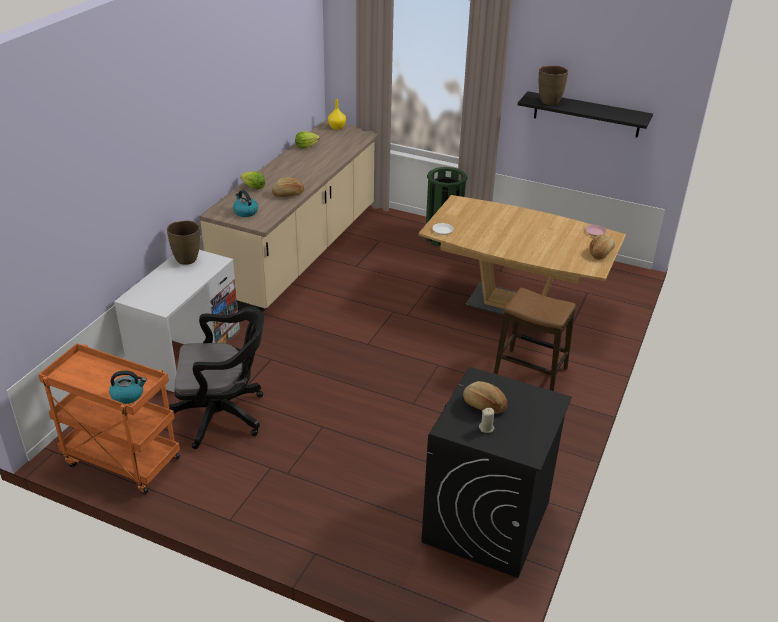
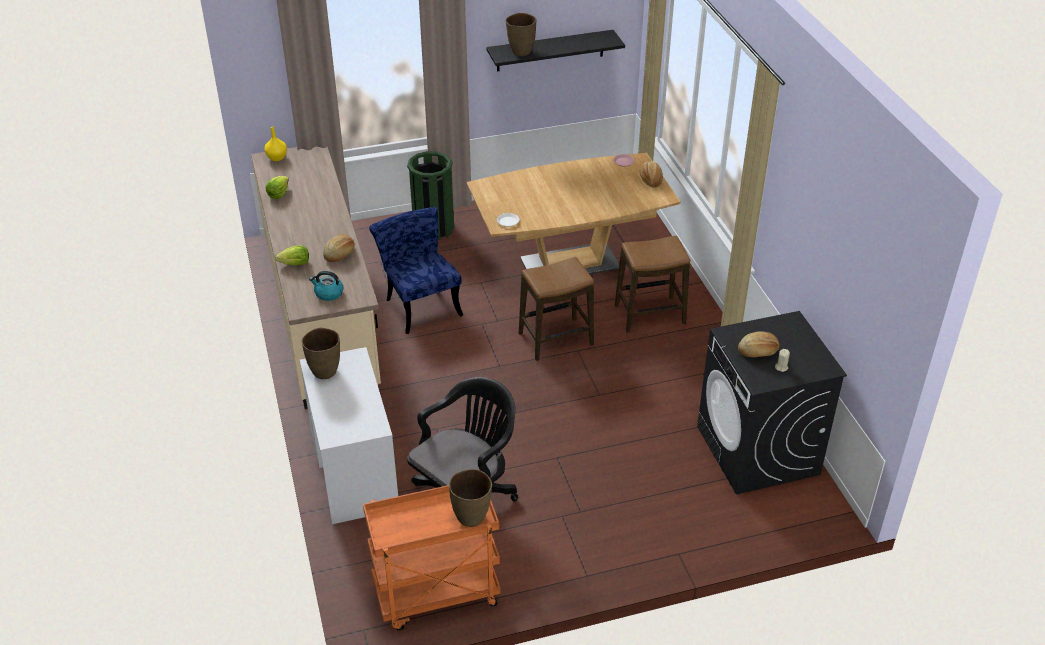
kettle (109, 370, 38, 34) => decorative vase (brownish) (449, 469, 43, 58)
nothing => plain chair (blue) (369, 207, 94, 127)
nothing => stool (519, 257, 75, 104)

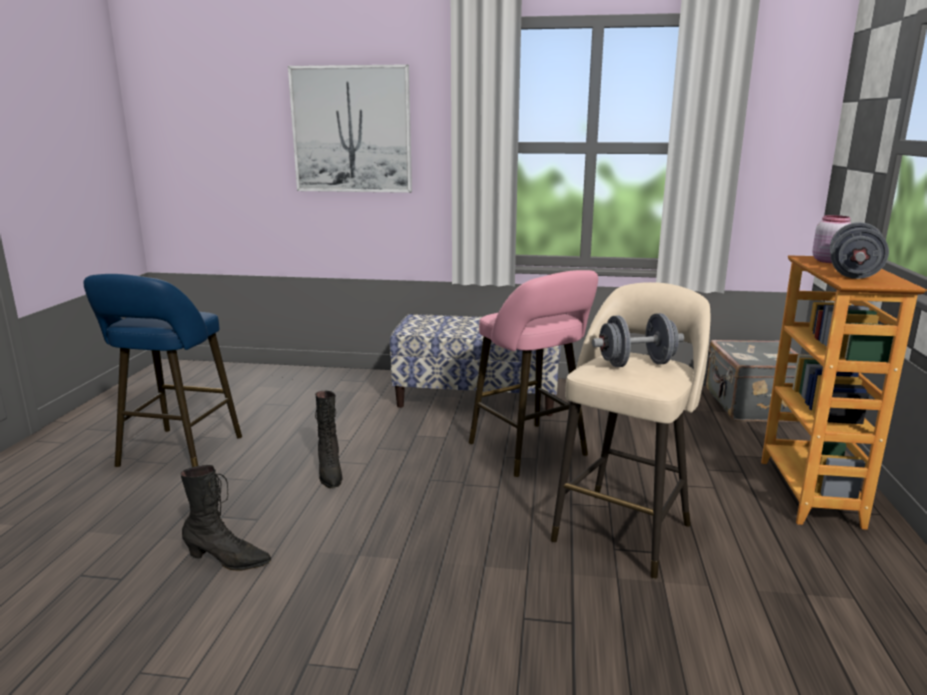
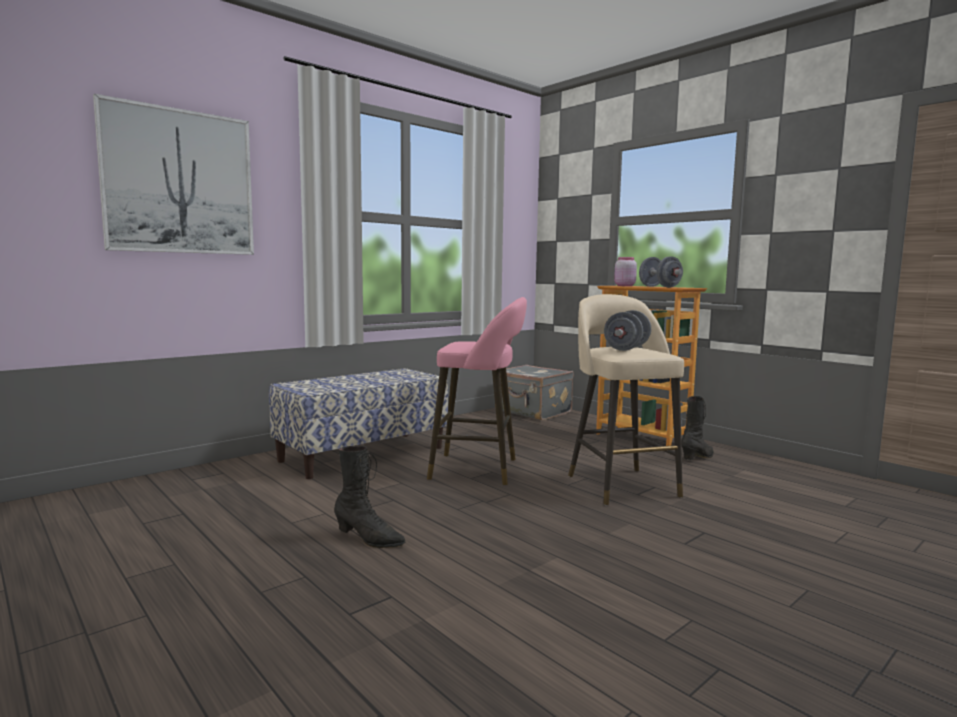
stool (blue) (83, 274, 159, 193) => nothing
tall boot (blackish) (180, 465, 91, 106) => tall boot (blackish) (681, 396, 33, 64), moved

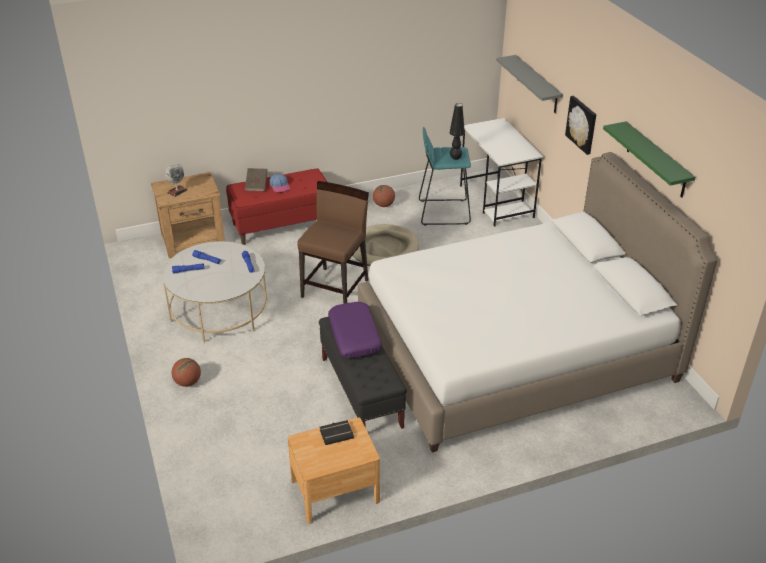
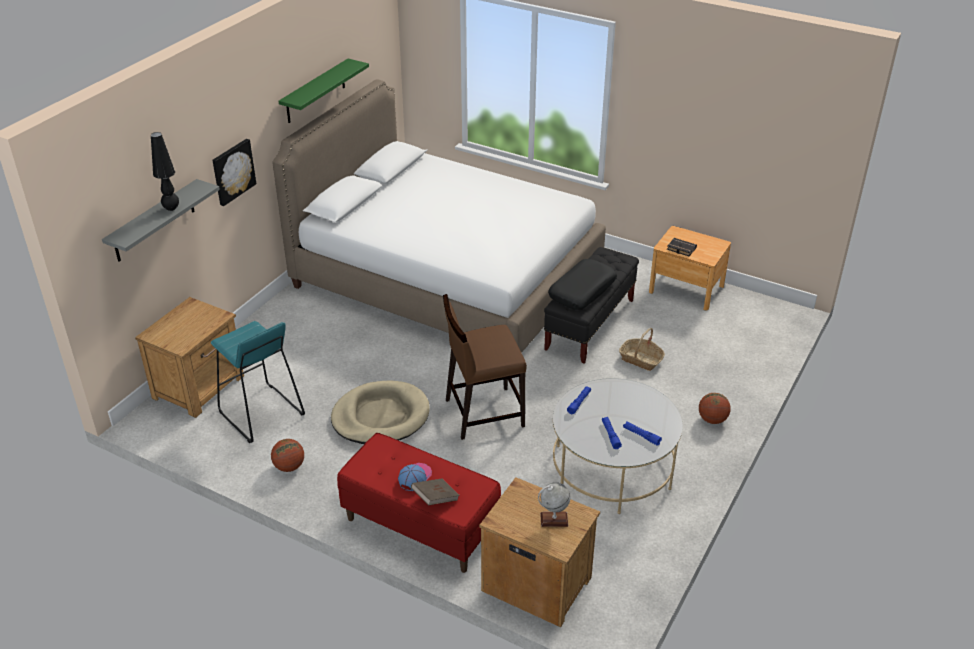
table lamp (blackish) (450, 103, 15, 57) => table lamp (blackish) (151, 132, 28, 79), moved
desk (white) (460, 118, 84, 109) => night table (brownish) (135, 297, 109, 121)
cushion (purplish) (328, 302, 54, 56) => cushion (blackish) (548, 259, 69, 51)
nothing => basket (619, 328, 46, 43)

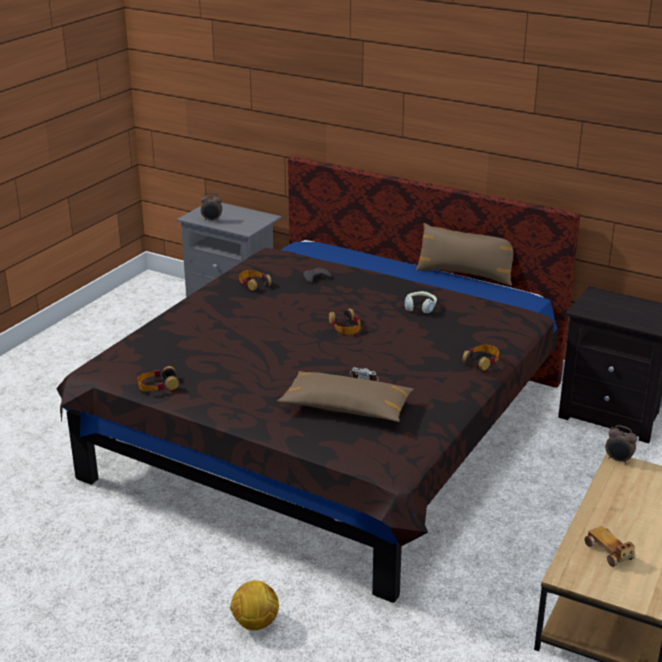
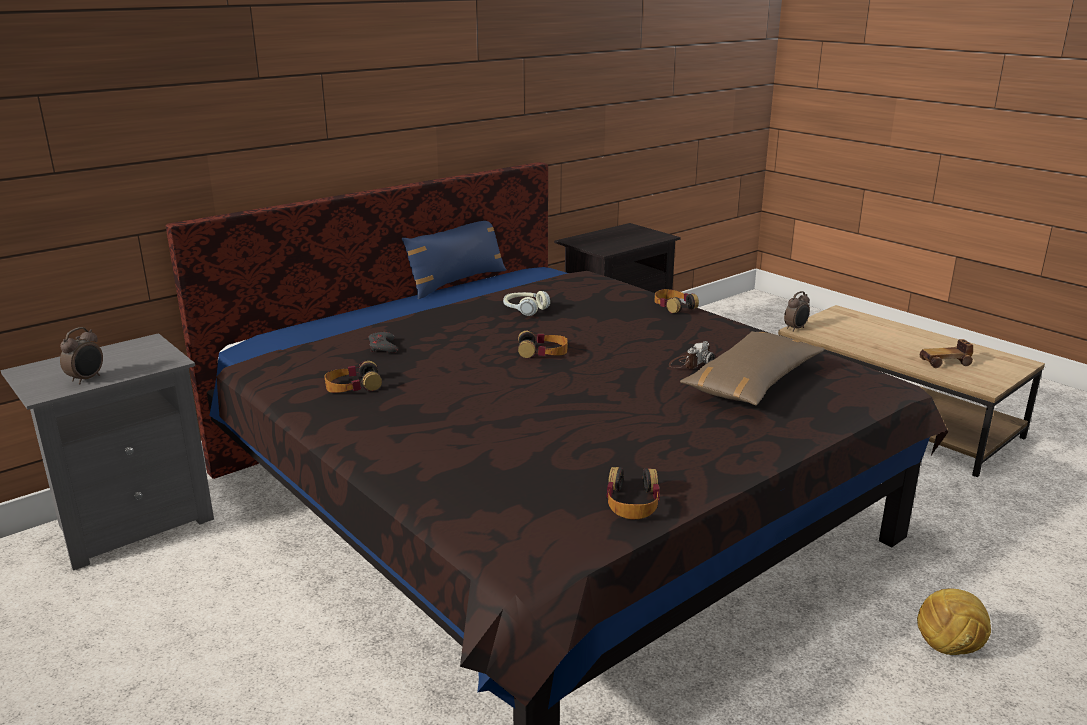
cushion (brownish) (416, 223, 98, 63) => cushion (blue) (402, 221, 105, 78)

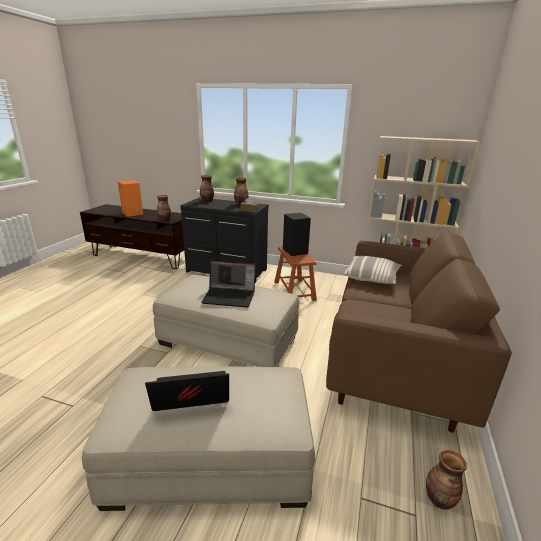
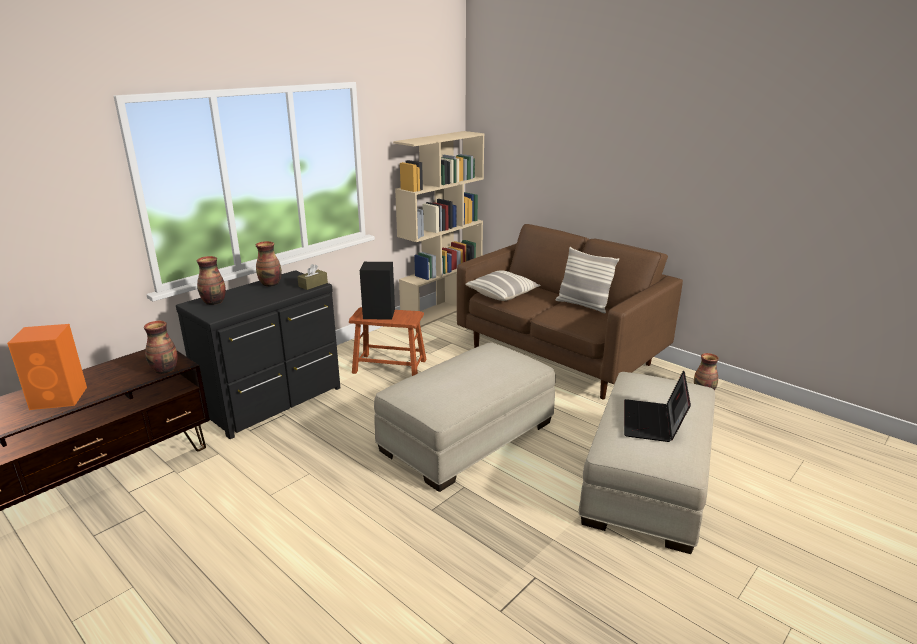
laptop (201, 260, 55, 48) => nothing
nothing => cushion (556, 247, 63, 66)

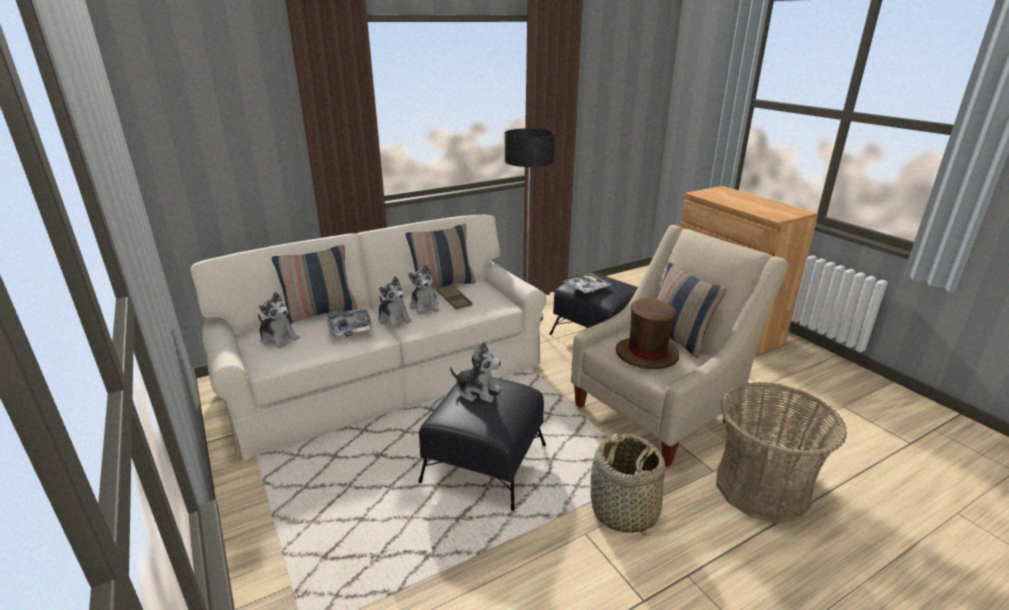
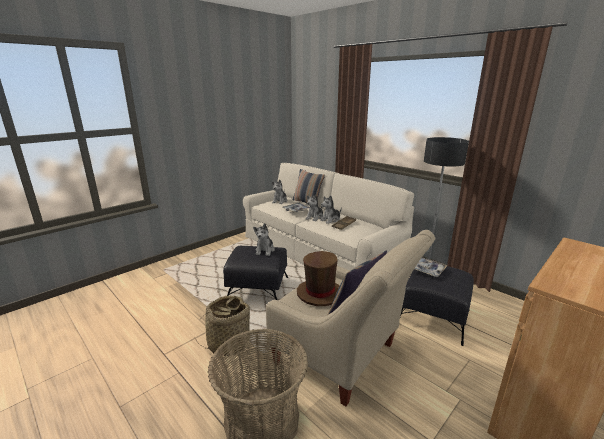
cushion (406, 223, 70, 66) => nothing

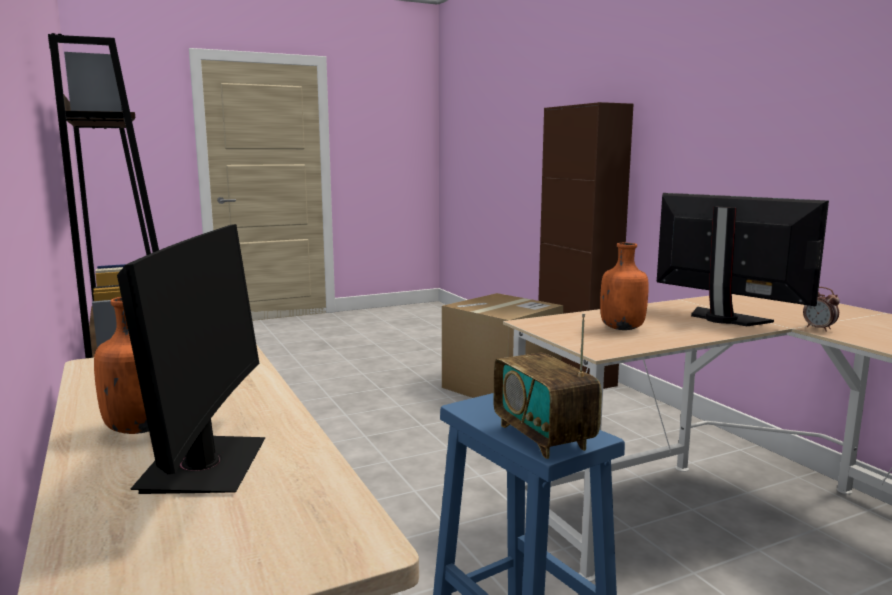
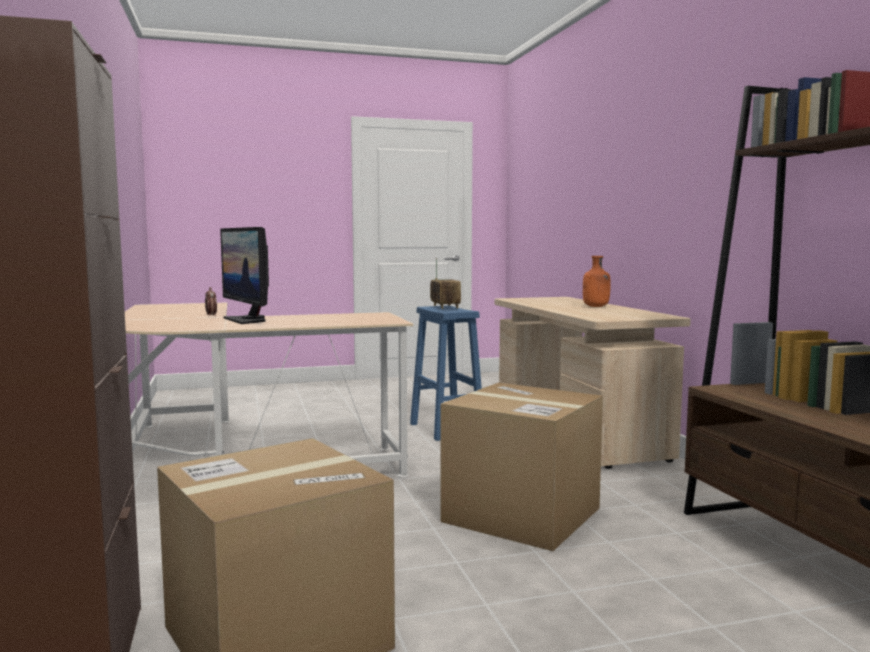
computer display (117, 224, 149, 270) => nothing
bottle (orangey) (600, 243, 49, 87) => nothing
nothing => carton (440, 383, 163, 168)

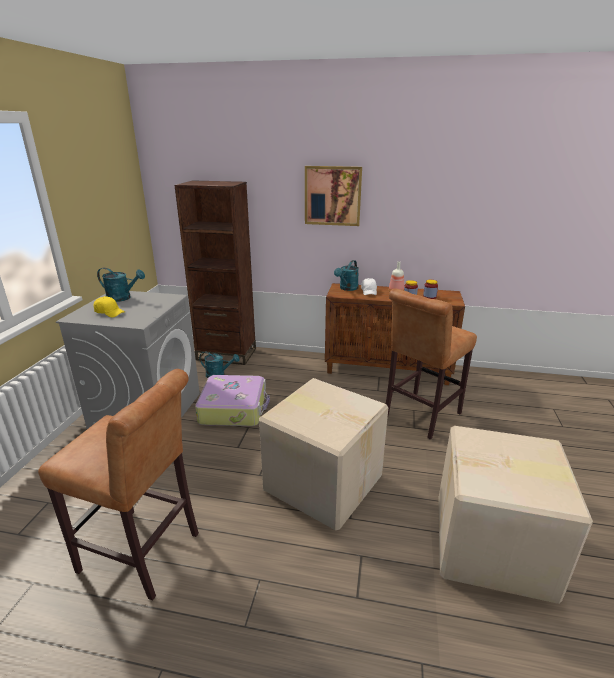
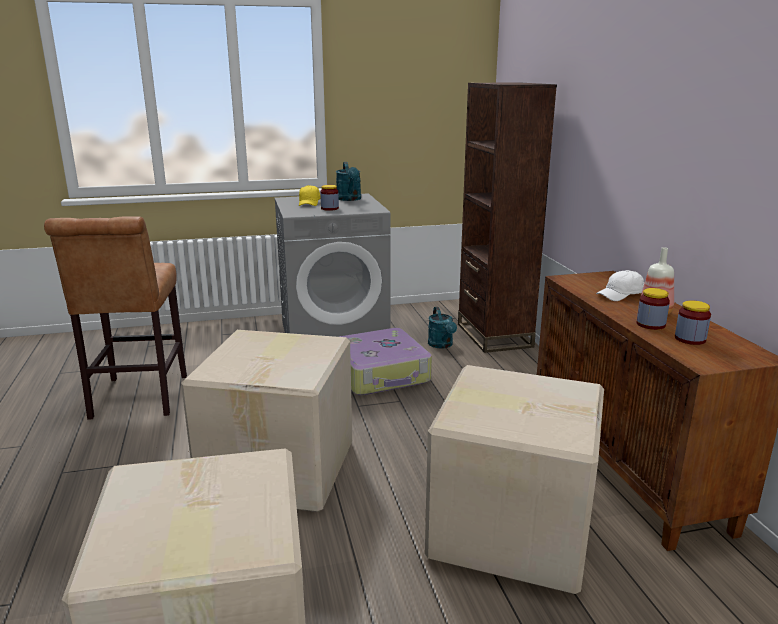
wall art (305, 166, 57, 60) => nothing
sprinkling can (blue-green) (334, 260, 25, 31) => nothing
stool (brownish) (386, 288, 91, 152) => carton (425, 365, 179, 229)
nothing => jar (320, 185, 19, 26)

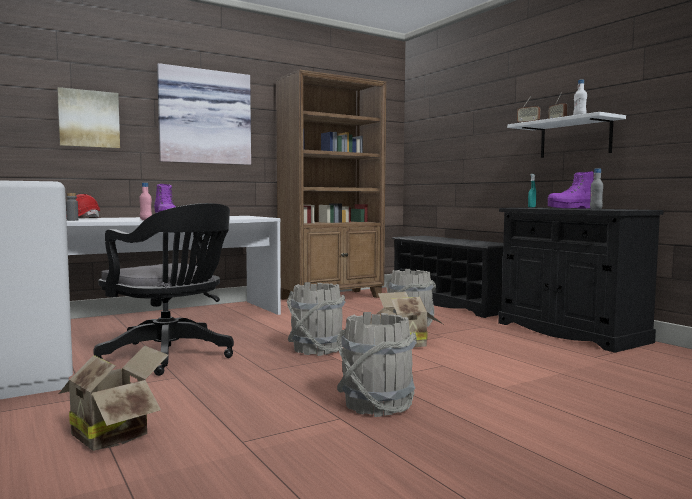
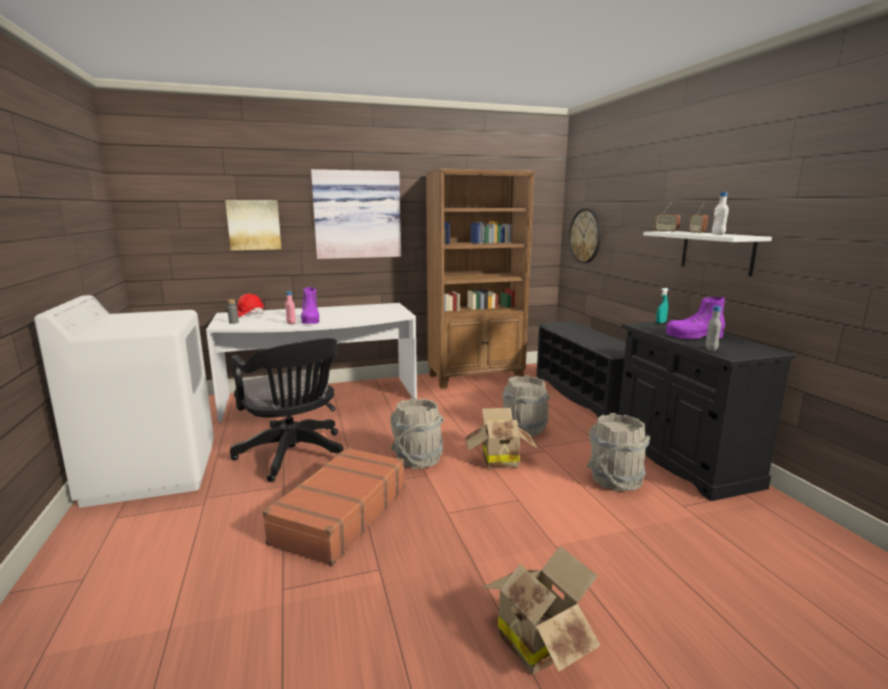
water bucket (grey) (337, 312, 80, 105) => water bucket (grey) (587, 413, 63, 79), moved
carton (59, 345, 109, 106) => carton (481, 546, 120, 128), moved
nothing => wall clock (569, 209, 32, 54)
nothing => piece of luggage (brownish) (263, 447, 142, 119)

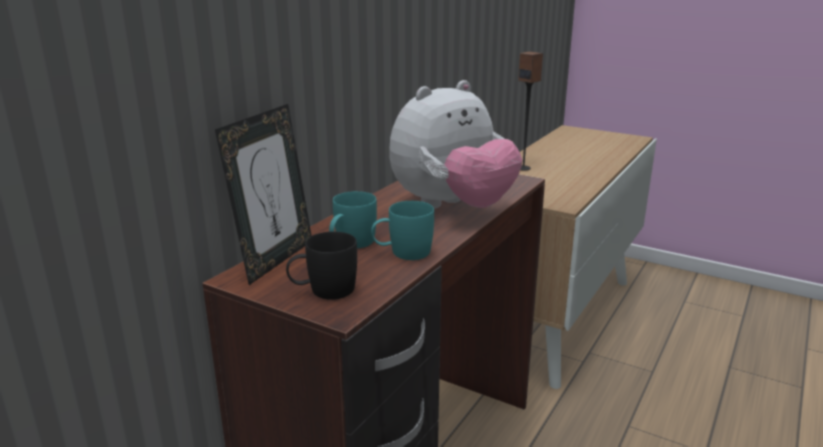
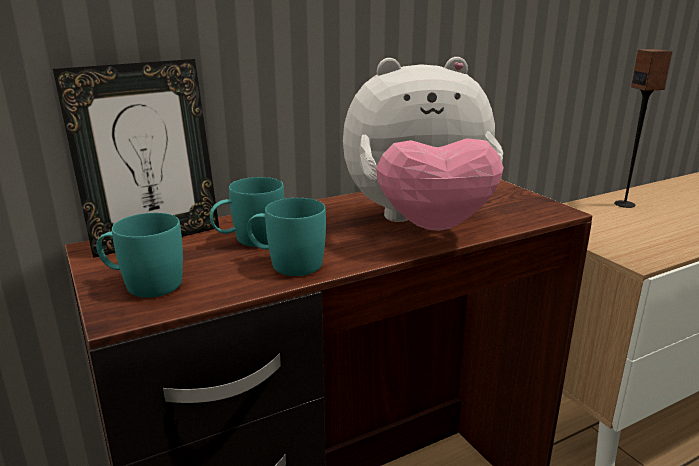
mug (blackish) (286, 232, 71, 68) => mug (blue-green) (96, 213, 87, 85)

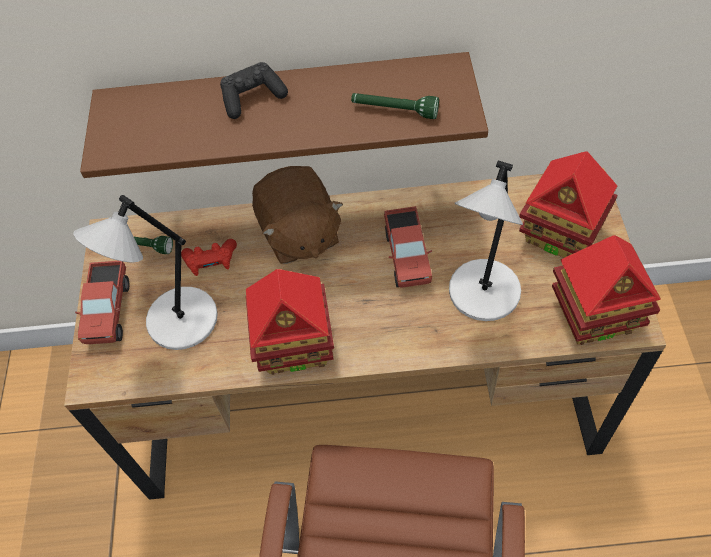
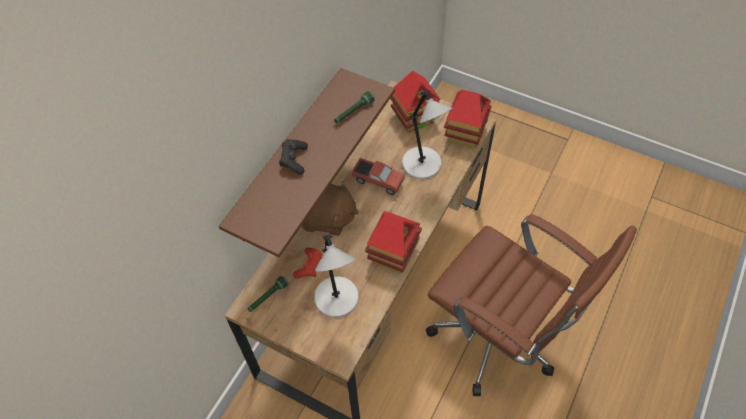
toy lorry (75, 261, 54, 83) => nothing

